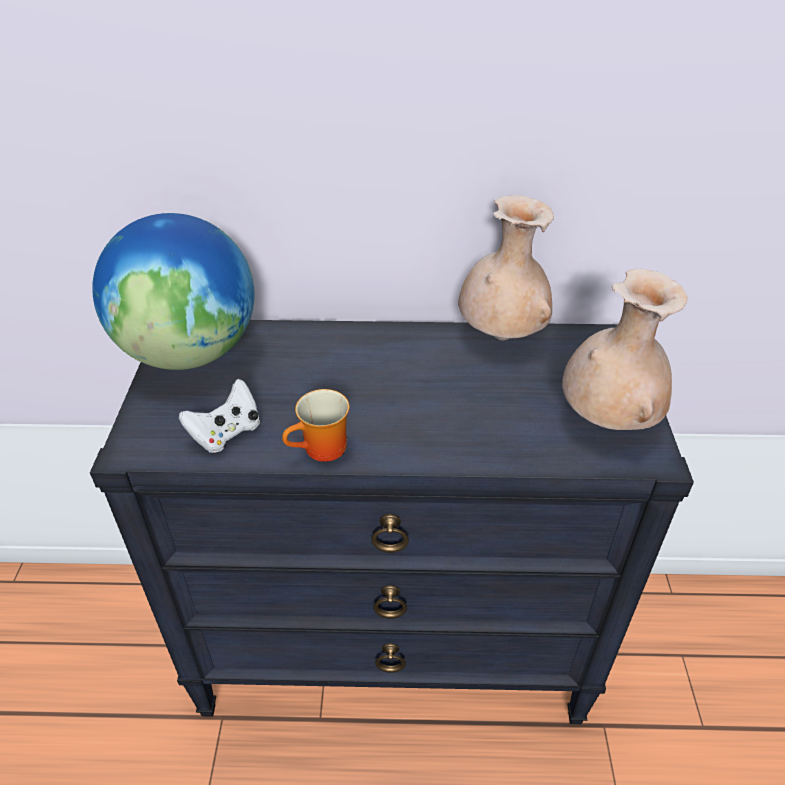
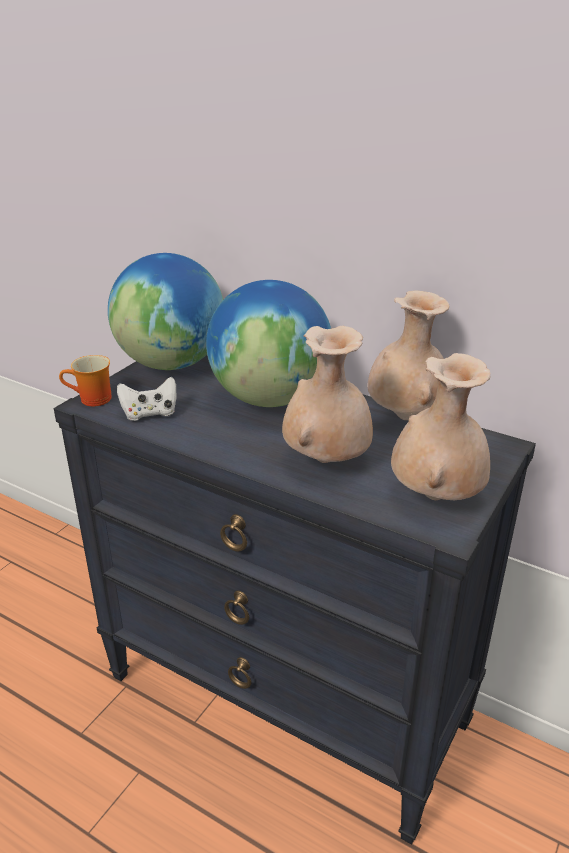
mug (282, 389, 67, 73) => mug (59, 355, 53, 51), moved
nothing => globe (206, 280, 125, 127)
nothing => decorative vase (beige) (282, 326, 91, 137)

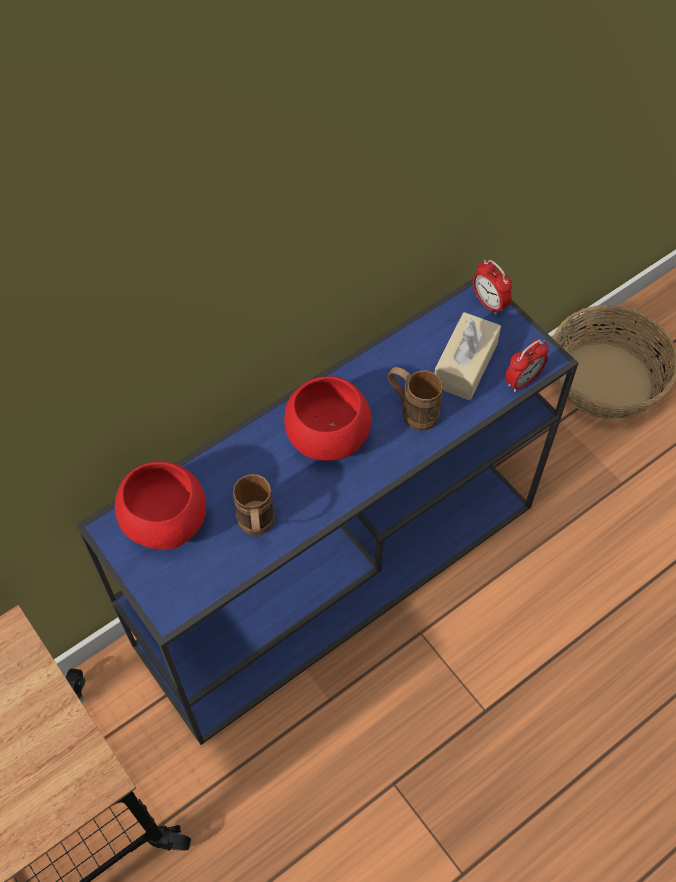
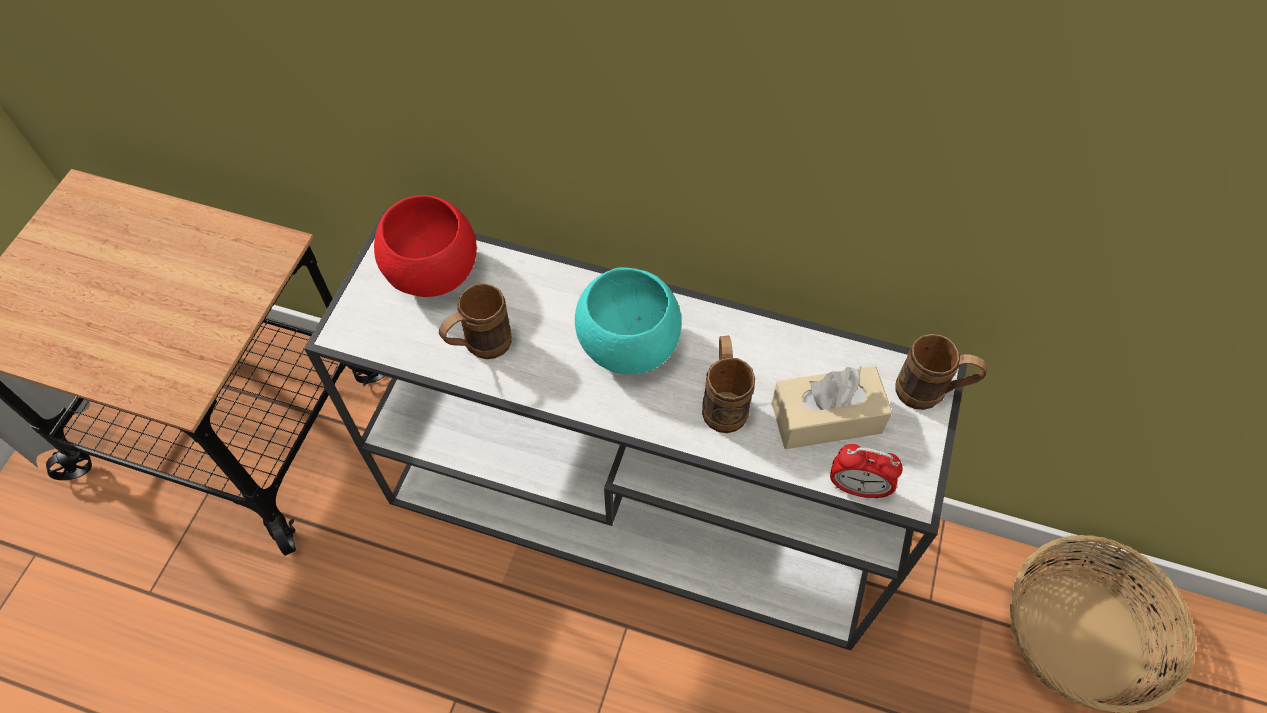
bedside clock (473, 260, 39, 55) => mug (brownish) (895, 334, 92, 76)
console table (blue) (76, 279, 502, 466) => console table (white) (304, 209, 663, 441)
deep dish (reddish) (284, 376, 87, 85) => deep dish (blue-green) (575, 268, 106, 106)

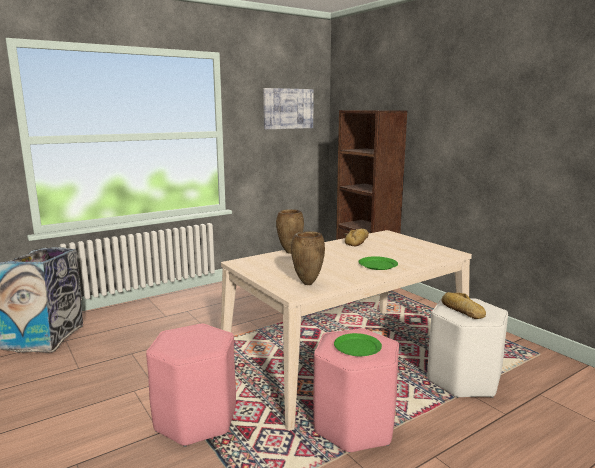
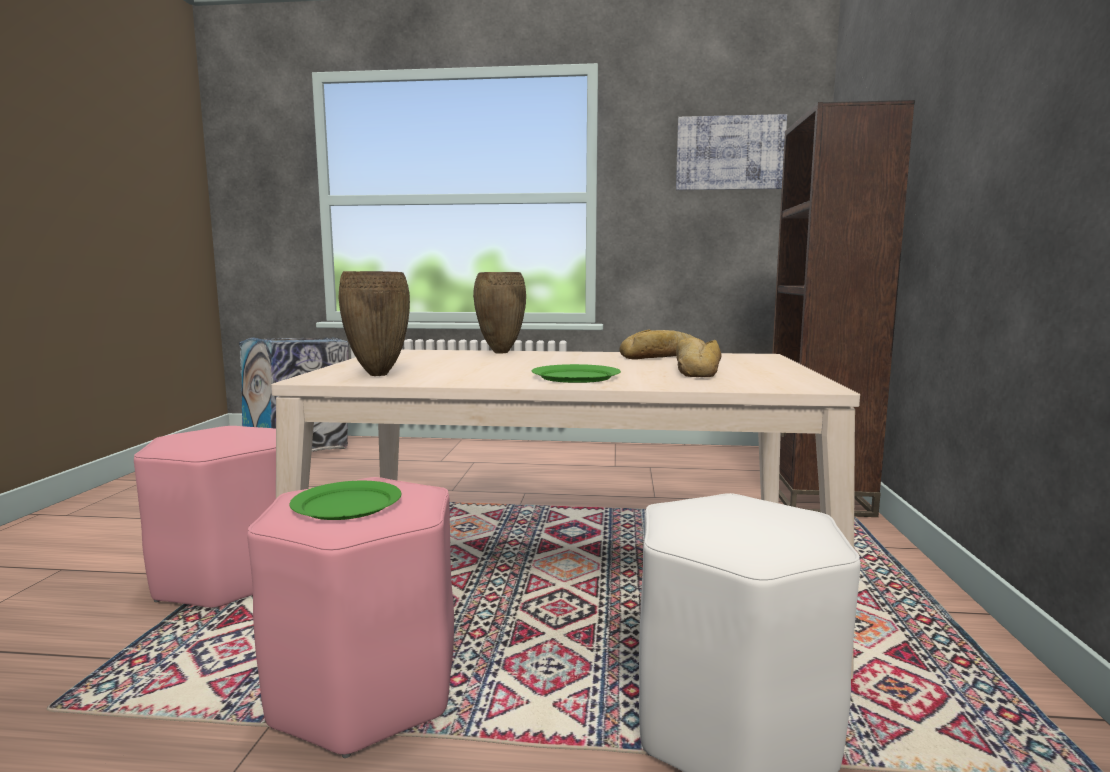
bakery bread (441, 292, 45, 27) => bakery bread (676, 338, 46, 39), moved

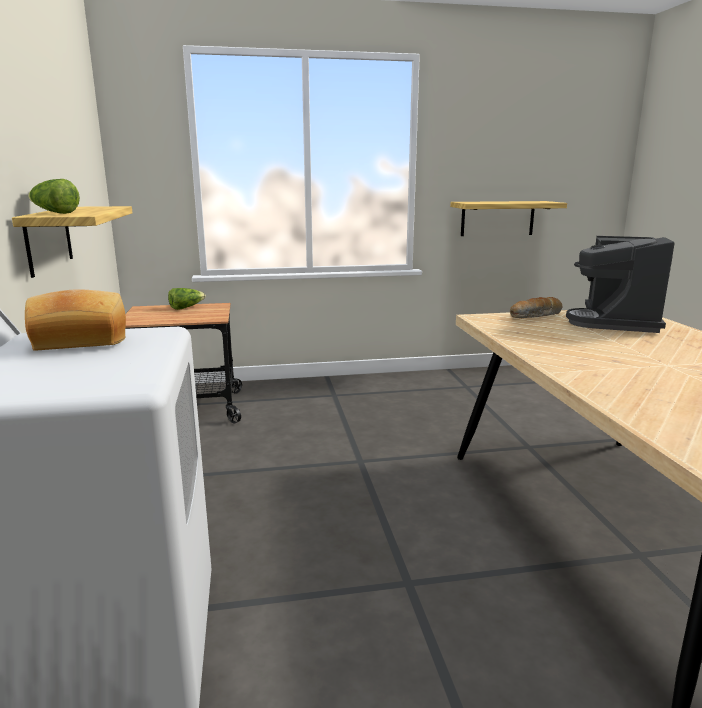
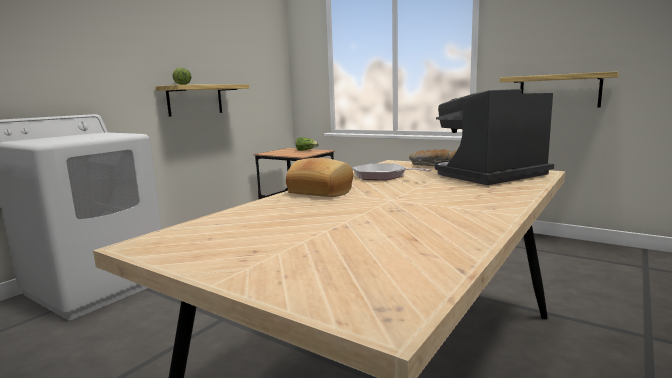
bakery bread (25, 290, 101, 61) => bakery bread (286, 158, 67, 39), moved
nothing => pan (352, 163, 80, 17)

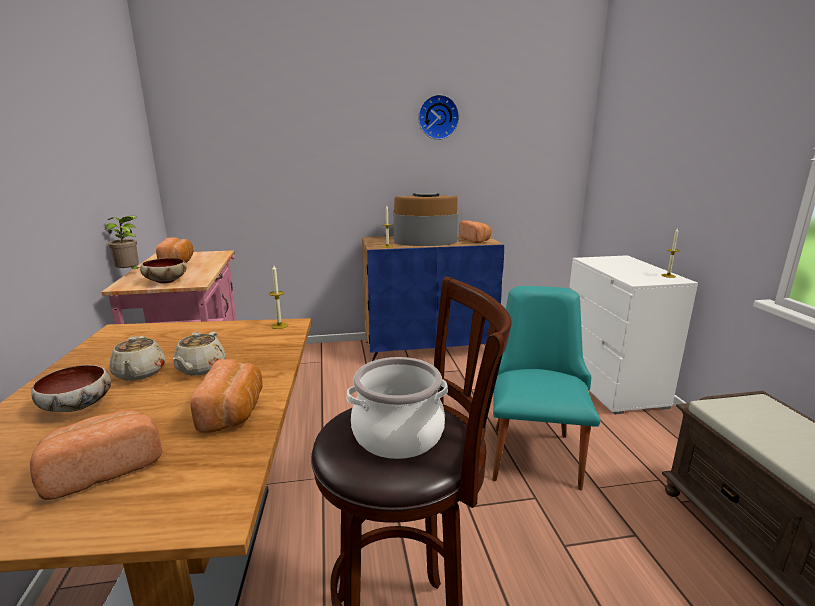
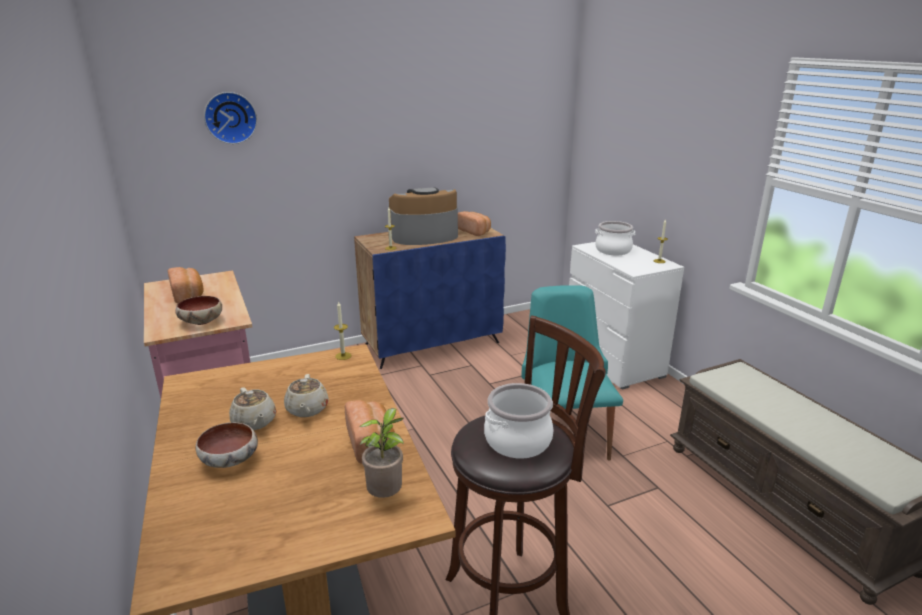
wall clock (418, 94, 41, 46) => wall clock (204, 92, 53, 52), moved
plant in a pot (105, 216, 35, 53) => plant in a pot (360, 408, 44, 90), moved
bakery bread (30, 409, 132, 91) => nothing
nothing => cooking pot (595, 221, 40, 34)

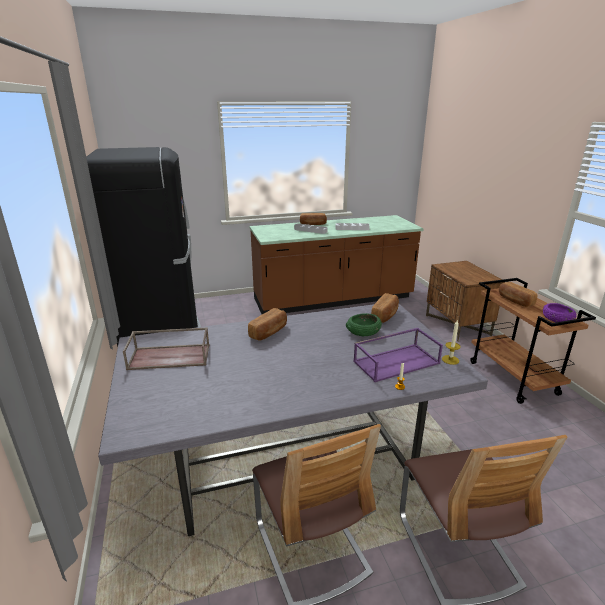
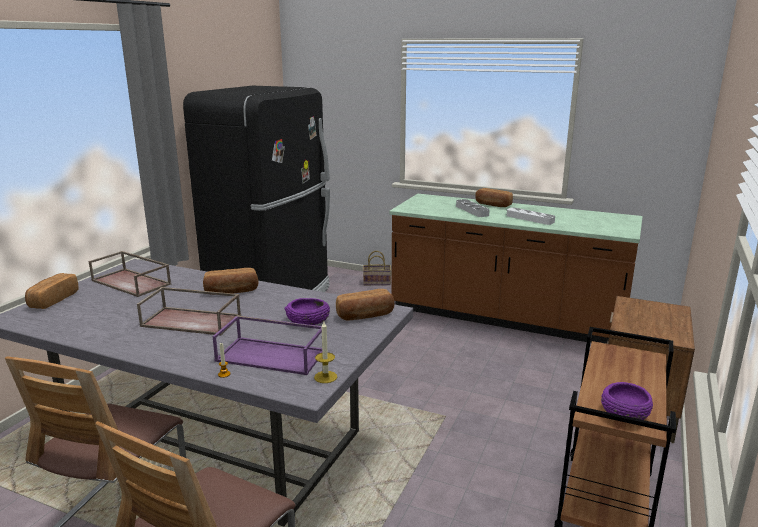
bakery bread (499, 282, 38, 25) => bakery bread (25, 273, 53, 36), moved
deep dish (green-coloured) (346, 313, 36, 23) => deep dish (purplish) (285, 298, 45, 27)
nothing => basket (363, 251, 28, 34)
nothing => serving tray (brownish) (137, 287, 104, 48)

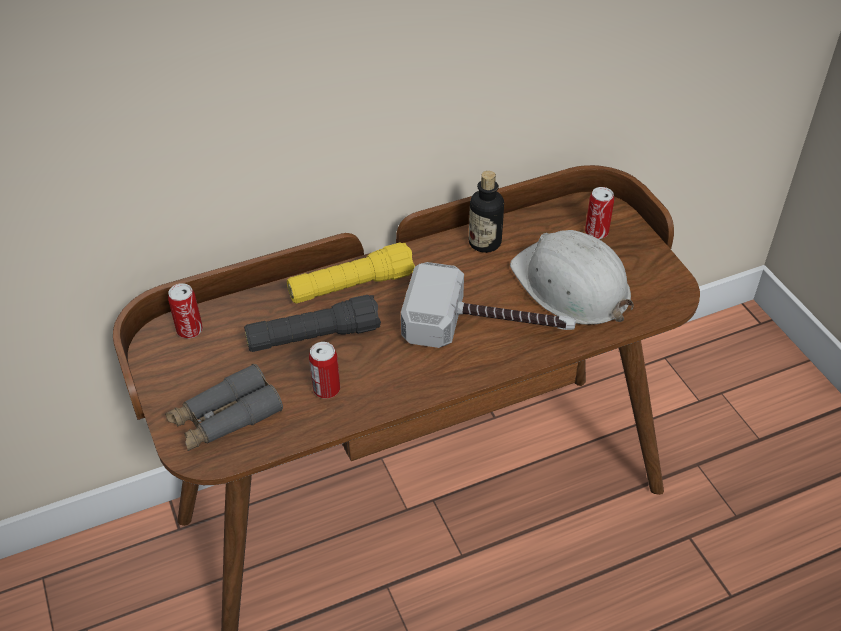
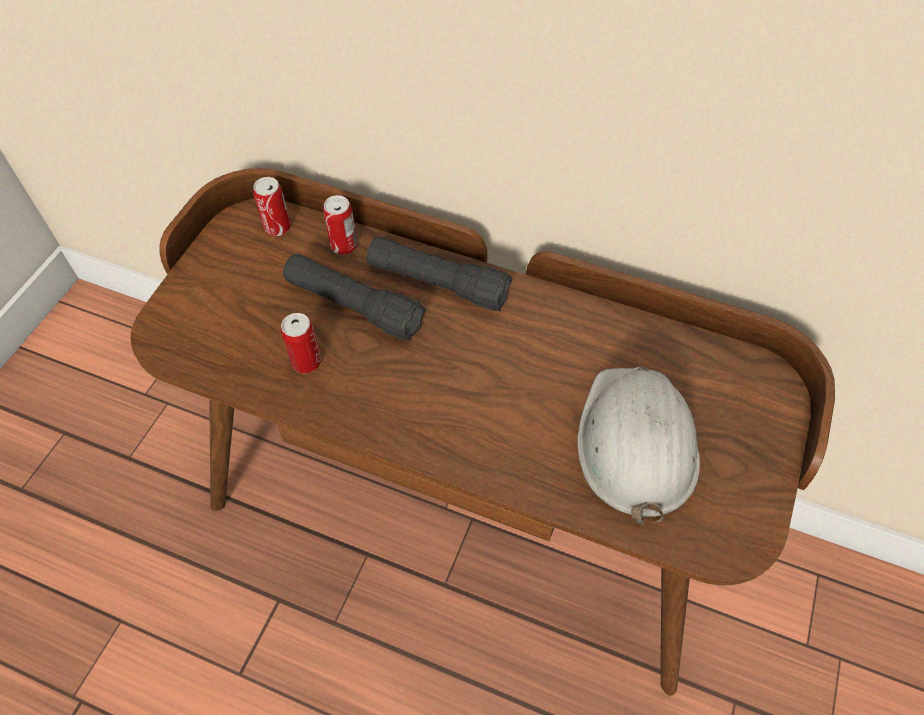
bottle (469, 171, 35, 82) => nothing
sealed can (585, 187, 29, 52) => sealed can (323, 195, 34, 60), moved
flashlight (yellowish) (287, 242, 128, 61) => flashlight (blackish) (367, 237, 145, 74)
tool hammer (401, 262, 175, 86) => nothing
binoculars (grey) (165, 364, 118, 87) => nothing

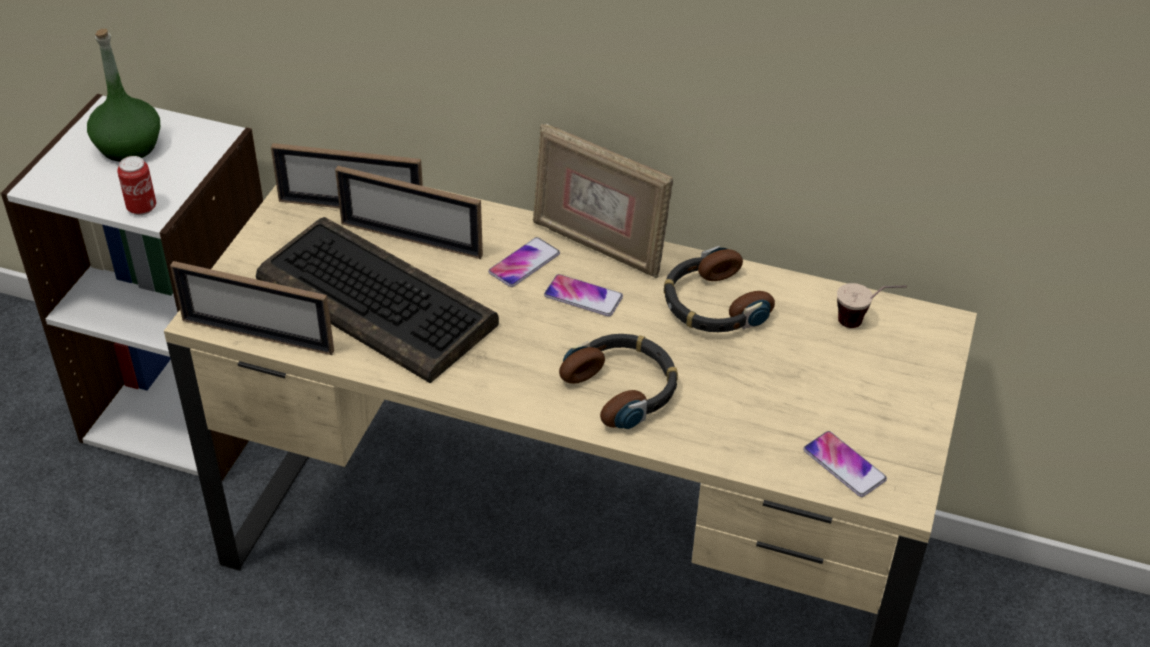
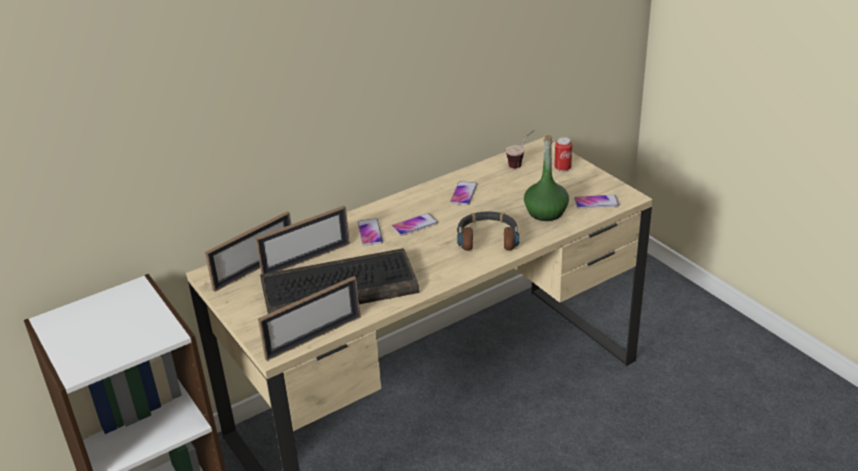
bottle (green-coloured) (87, 29, 73, 133) => bottle (green-coloured) (524, 135, 45, 86), moved
picture frame (533, 124, 140, 154) => nothing
sealed can (117, 156, 39, 59) => sealed can (554, 137, 18, 35), moved
pair of headphones (664, 246, 111, 86) => handset (450, 181, 27, 24)

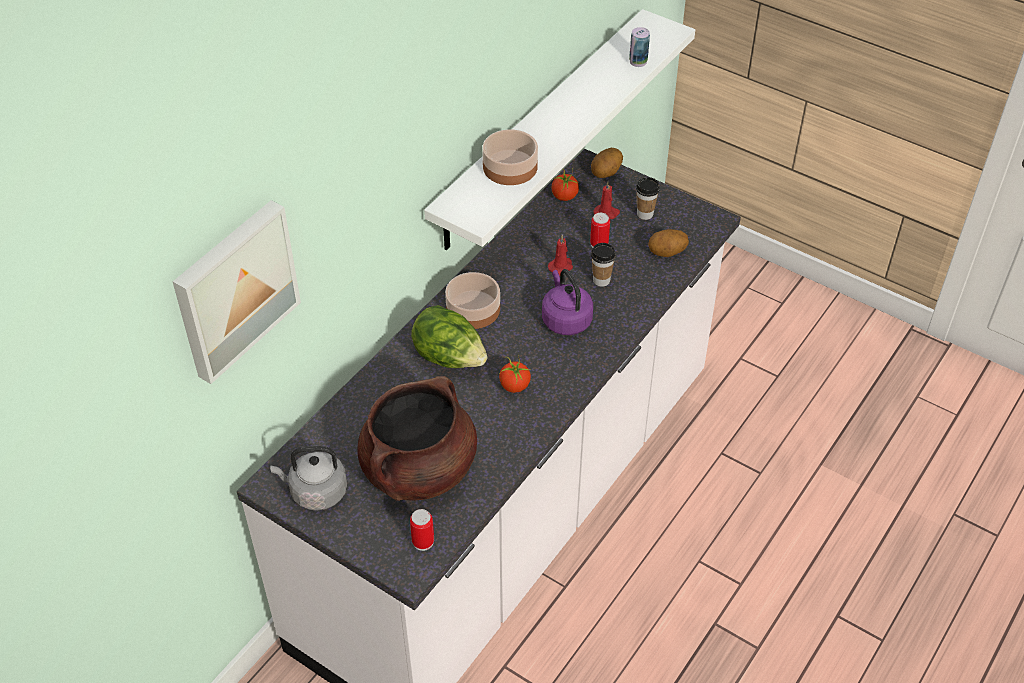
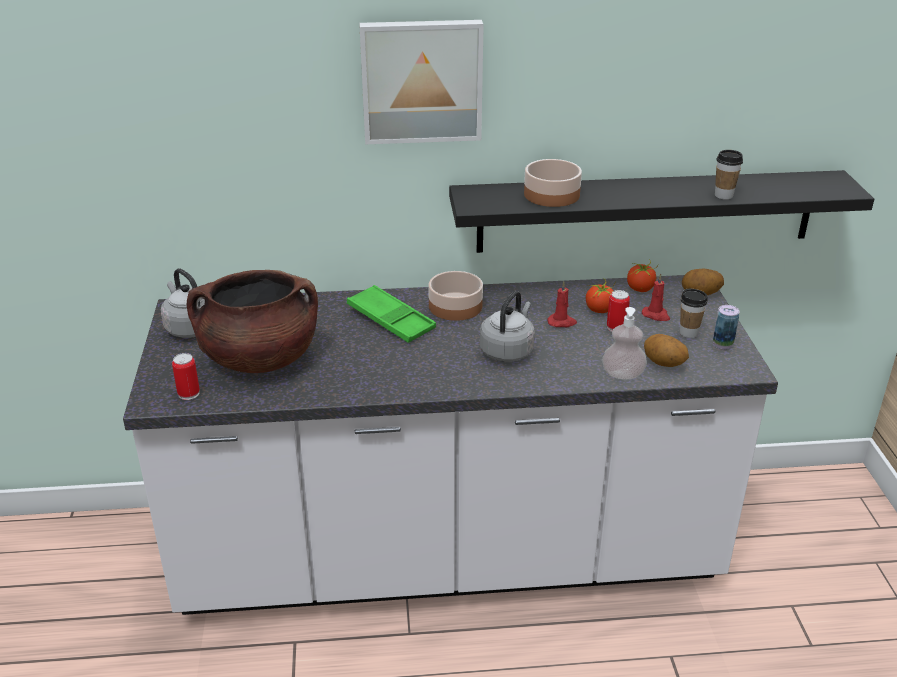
bracket shelf (white) (424, 9, 271, 241) => bracket shelf (blackish) (449, 170, 425, 83)
sealed can (629, 27, 21, 40) => sealed can (713, 305, 27, 44), moved
wall art (173, 200, 128, 184) => wall art (359, 20, 125, 124), moved
cup (591, 243, 25, 44) => cup (715, 150, 28, 49), moved
kettle (purplish) (542, 269, 51, 66) => kettle (grey) (480, 290, 55, 72)
head of lettuce (411, 305, 77, 63) => serving tray (green-coloured) (347, 285, 89, 58)
whole tomato (499, 356, 32, 37) => whole tomato (586, 278, 27, 35), moved
nothing => liquid soap bottle (602, 307, 45, 73)

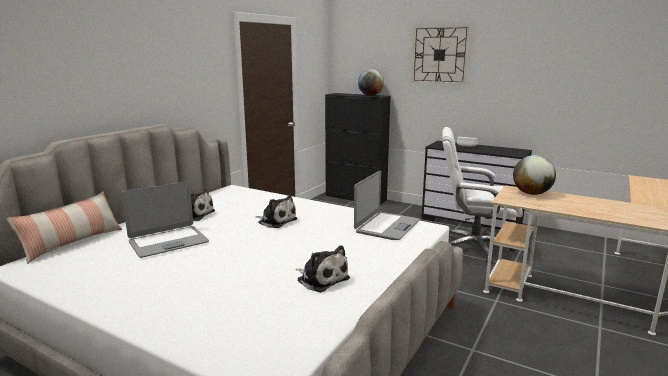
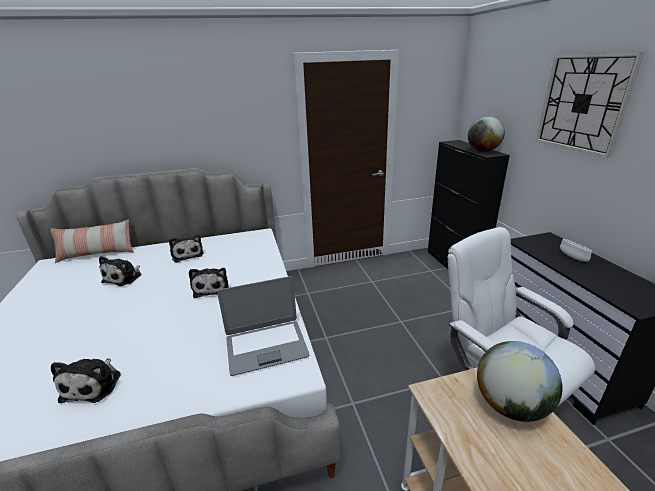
laptop (122, 181, 87, 77) => plush toy (99, 256, 42, 30)

